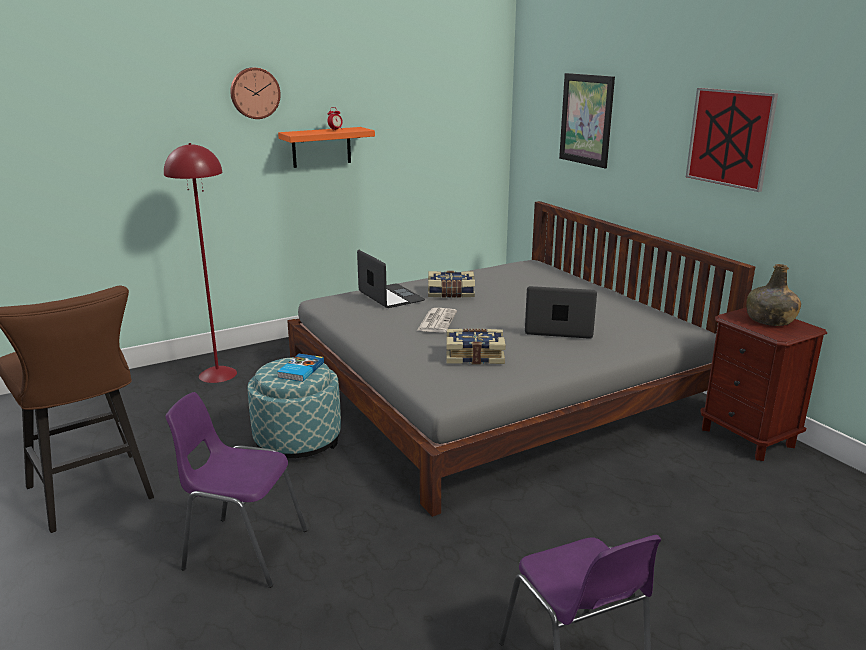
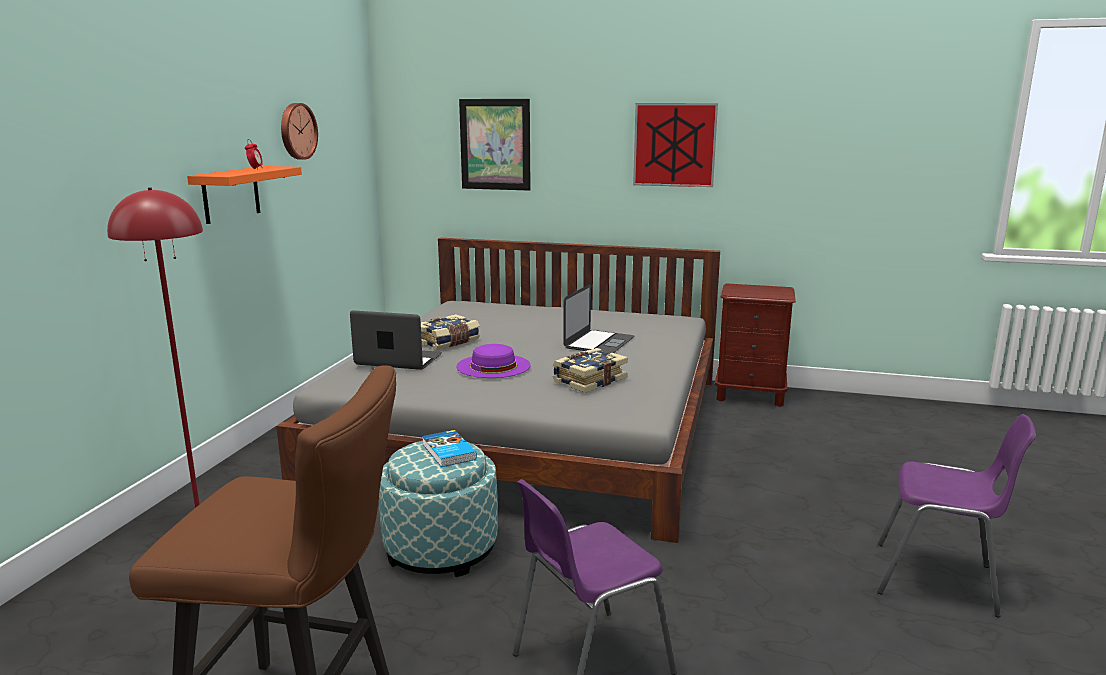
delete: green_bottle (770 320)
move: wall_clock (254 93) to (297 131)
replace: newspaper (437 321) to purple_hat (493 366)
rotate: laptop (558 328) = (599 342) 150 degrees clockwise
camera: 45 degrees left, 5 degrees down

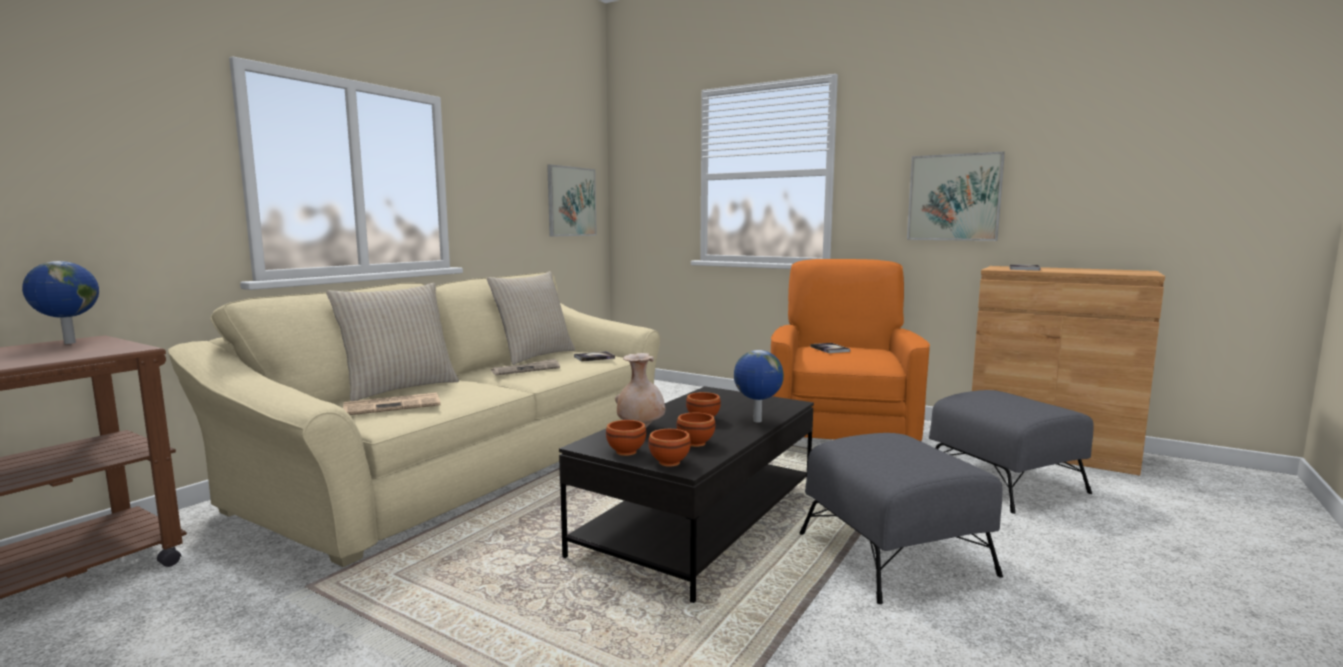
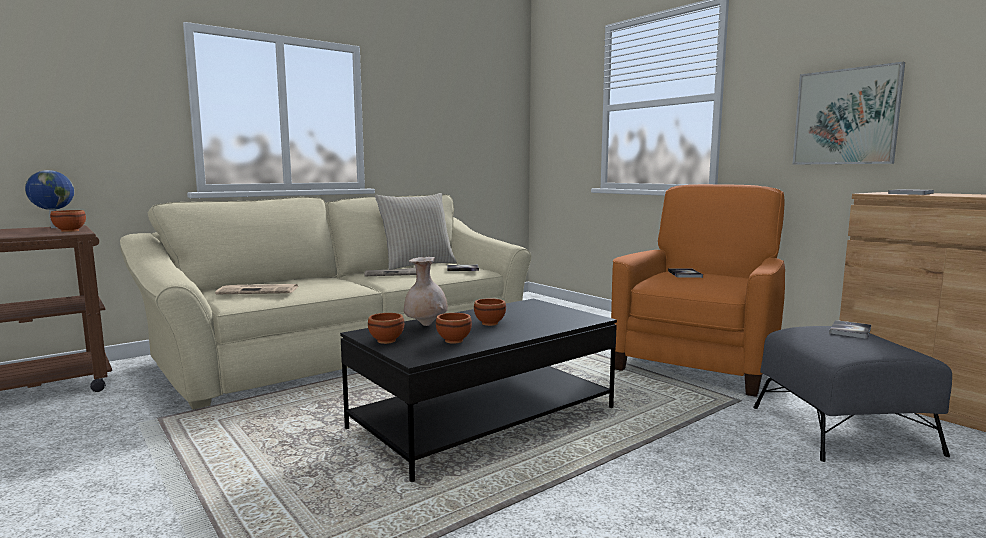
delete: picture (571 201); beige_pillow (399 388); globe (757 421); grey_ottoman (894 554)
insert: book (850 330)
move: brown_bowl (668 462) to (69 231)
camera: 20 degrees right, 0 degrees up

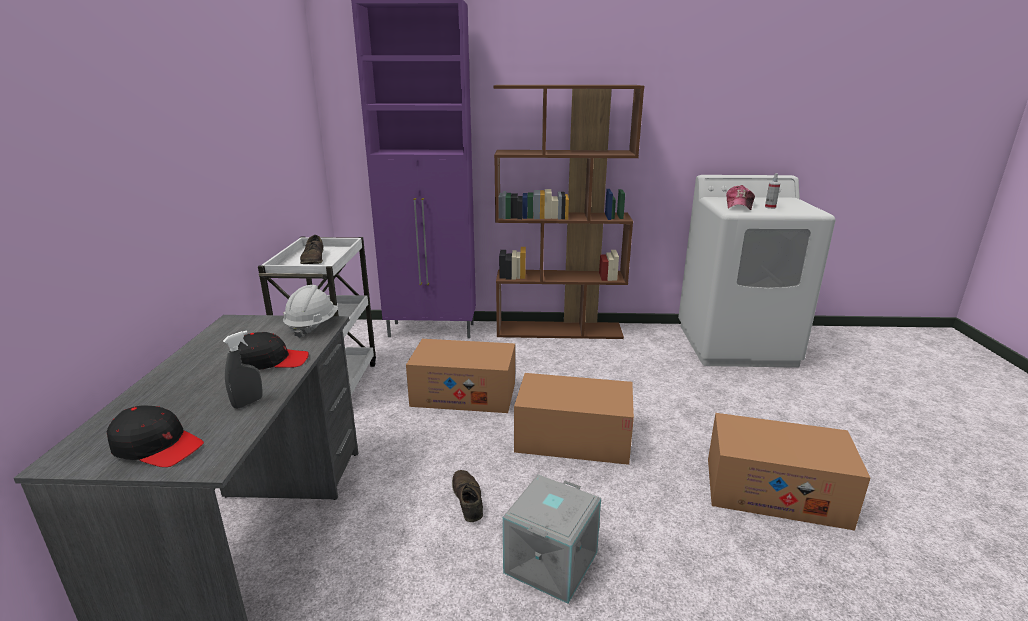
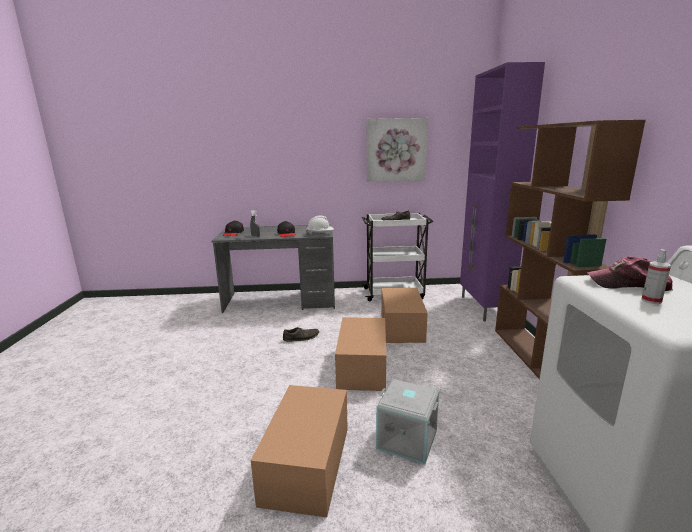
insert: picture (396 150)
move: grey_storage_box (549 561) to (408 438)
camera: 85 degrees right, 5 degrees down

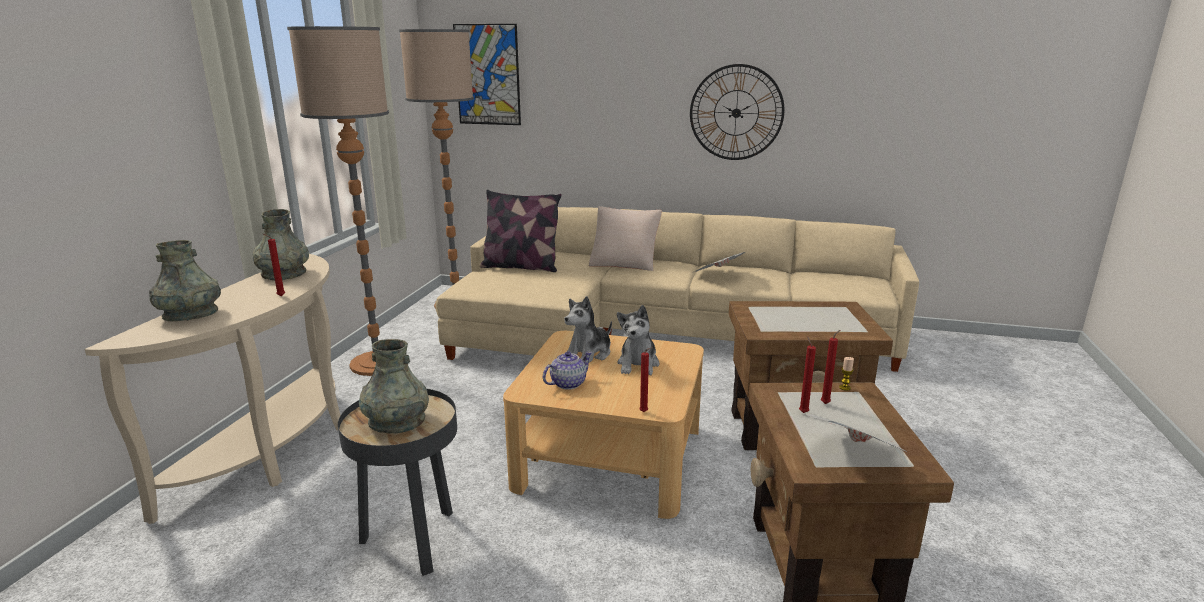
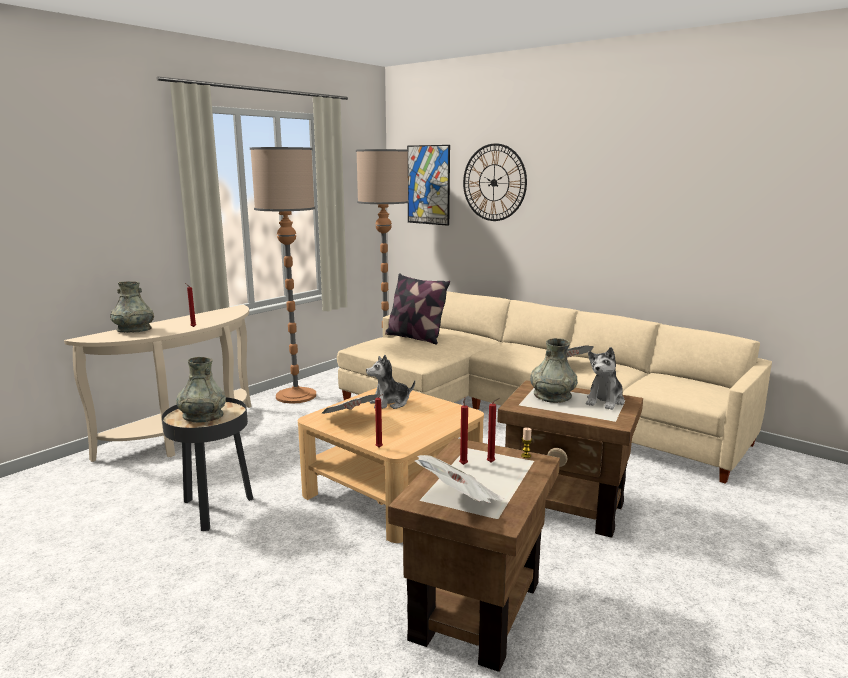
delete: beige_pillow (625 263)
move: wall_clock (736 113) to (494 182); grey_vase (284 273) to (552 395); plush_toy (638 364) to (605 401)
replace: teapot (567 384) to newspaper (350 419)
camera: 25 degrees right, 5 degrees down

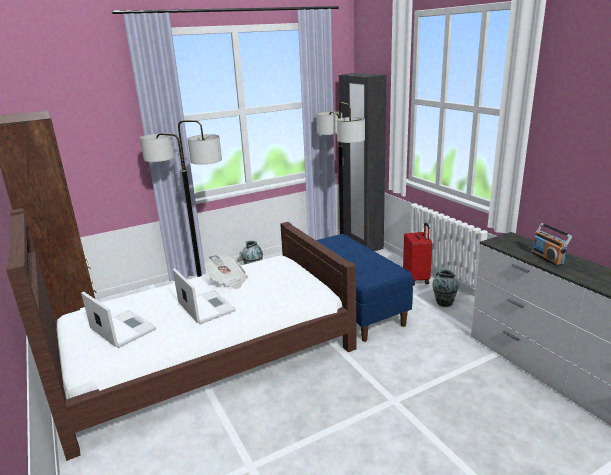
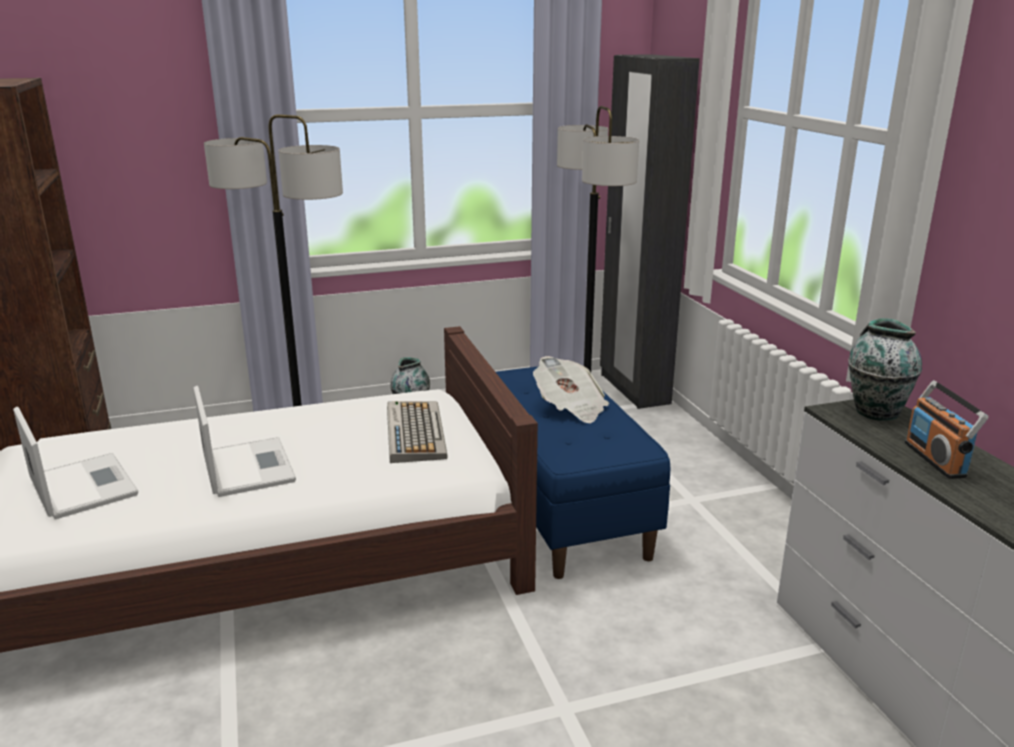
delete: red_suitcase (417 279)
insert: keyboard (414 432)
move: newspaper (227 281) to (570 408); vase (443 302) to (875 411)
camera: 10 degrees right, 0 degrees up

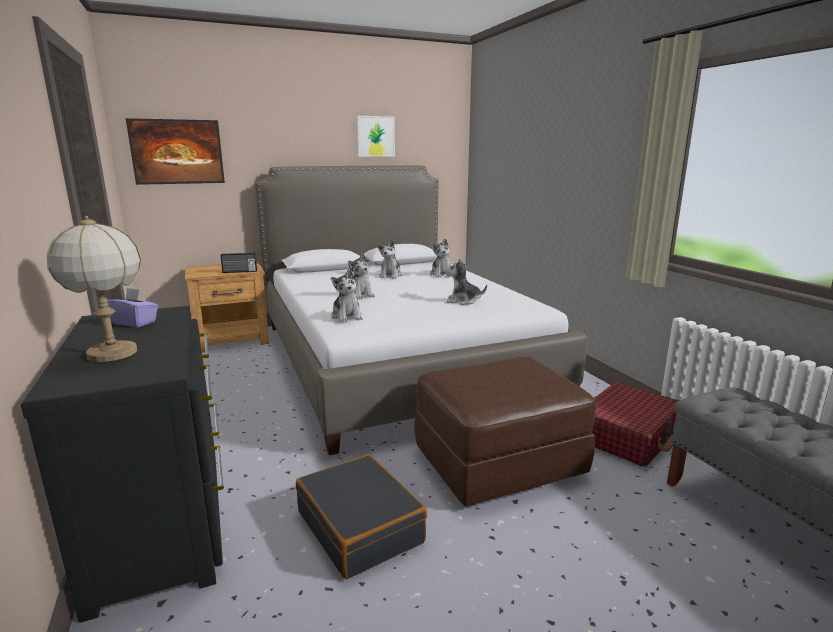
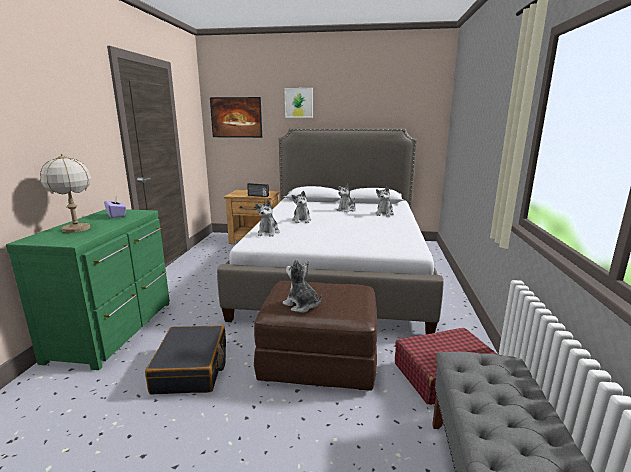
move: picture (375 136) to (299 103); plush_toy (463 301) to (302 305)
recolor: black_dresser (165 520) to green_dresser (116 330)
camera: 30 degrees right, 0 degrees up

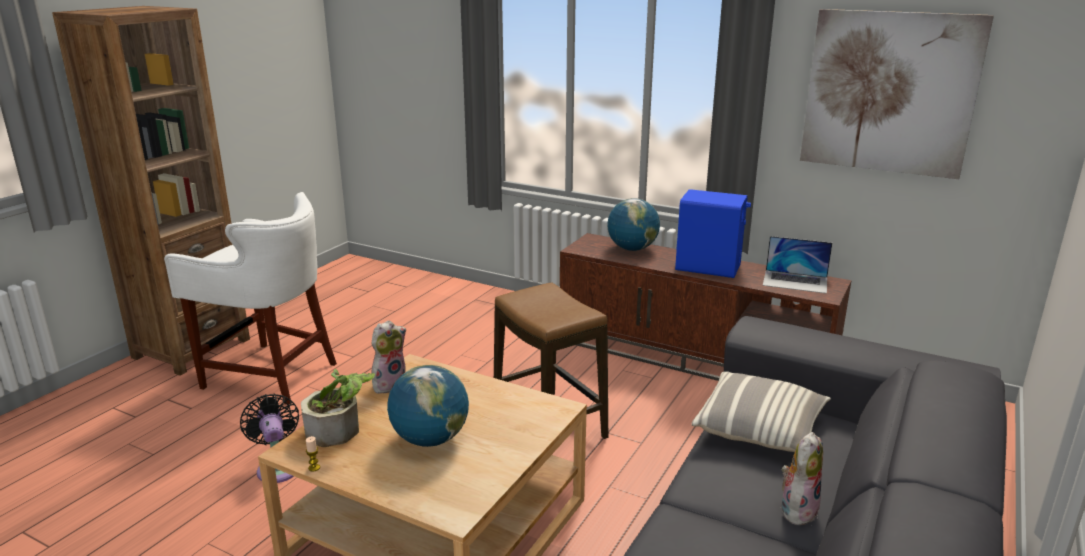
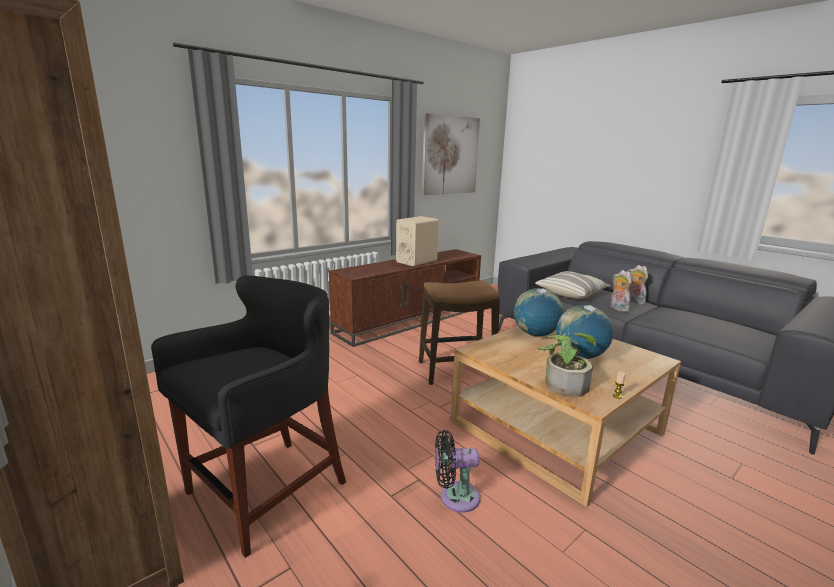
delete: laptop (795 281)
move: globe (632 249) to (535 334); plush_toy (389 384) to (617 308)
recolor: blue_speaker (708 267) to beige_speaker (416 261); white_stool (270 374) to black_stool (266 491)
camera: 70 degrees left, 5 degrees down

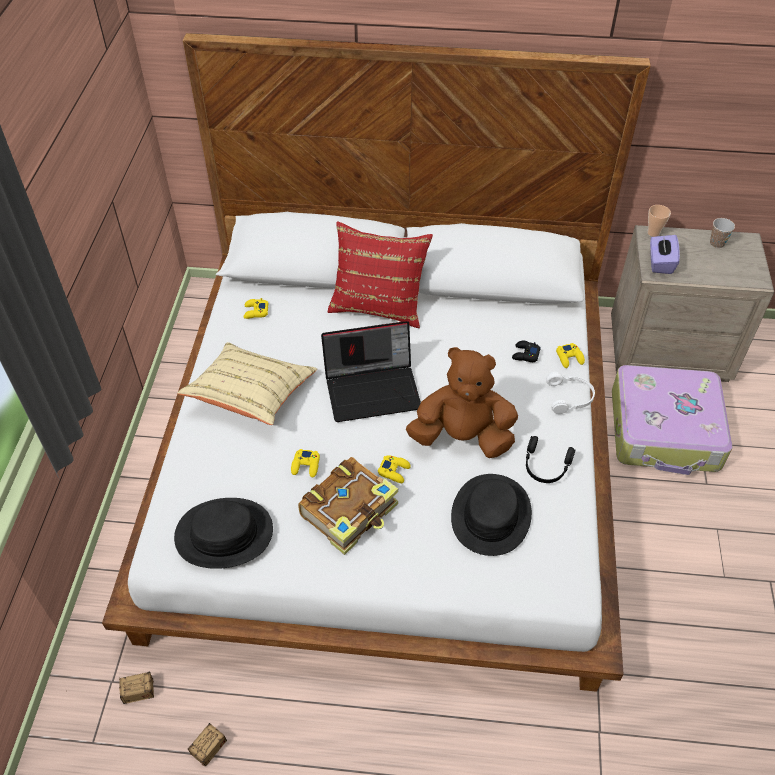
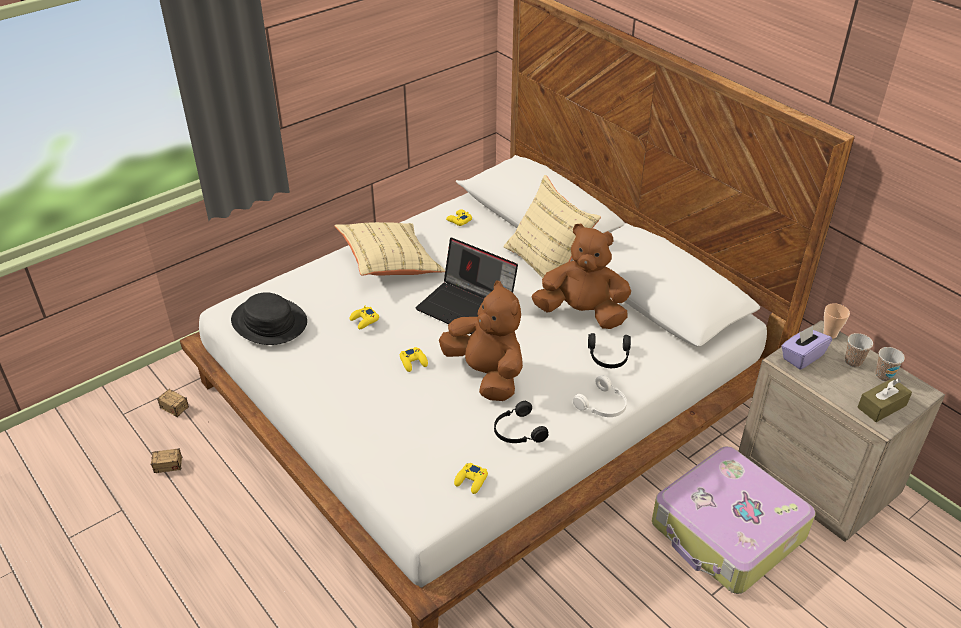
delete: book (350 511); black_hat (490 515)
insert: brown_plush_toy (582 313); cup (853 362); brown_tissue_box (881 406)
move: yellow_game_controller (569 358) to (471 481)
replace: black_game_controller (525 354) to black_headphones (608 357)
recolor: red_pillow (379 303) to beige_pillow (547 263)
camera: 45 degrees right, 10 degrees down

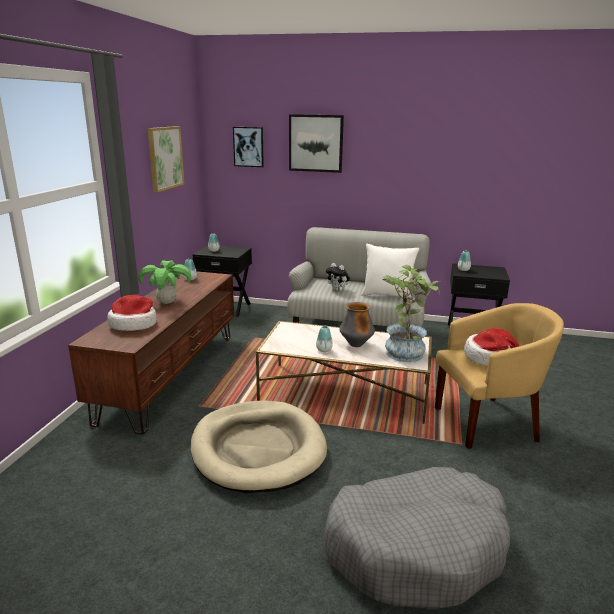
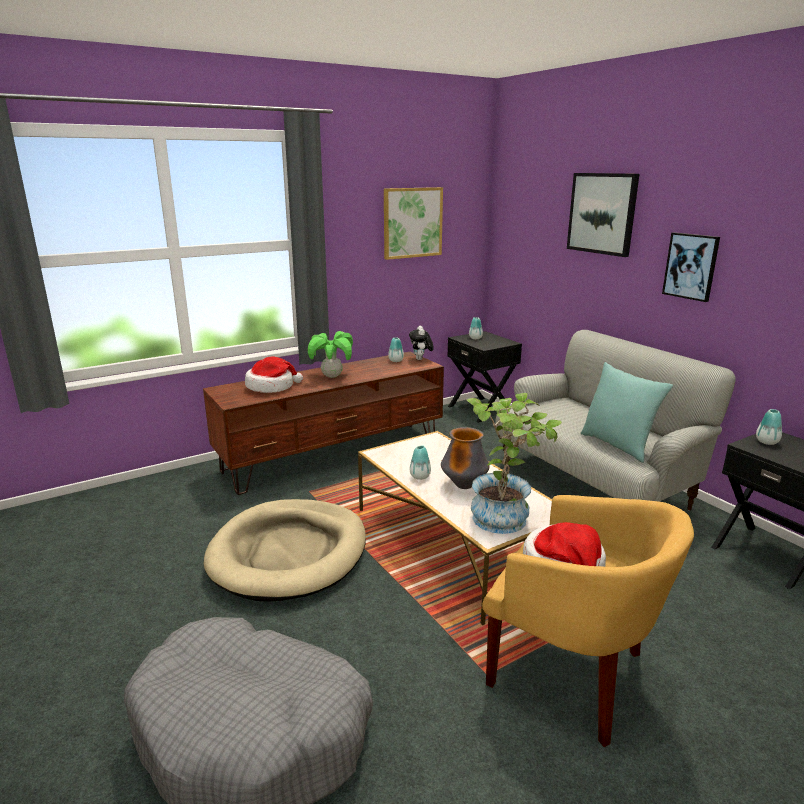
move: picture (248 146) to (691 266); plush_toy (337 290) to (421 359)
recolor: white_pillow (388 295) to turquoise_pillow (618 445)
camera: 45 degrees right, 0 degrees up

